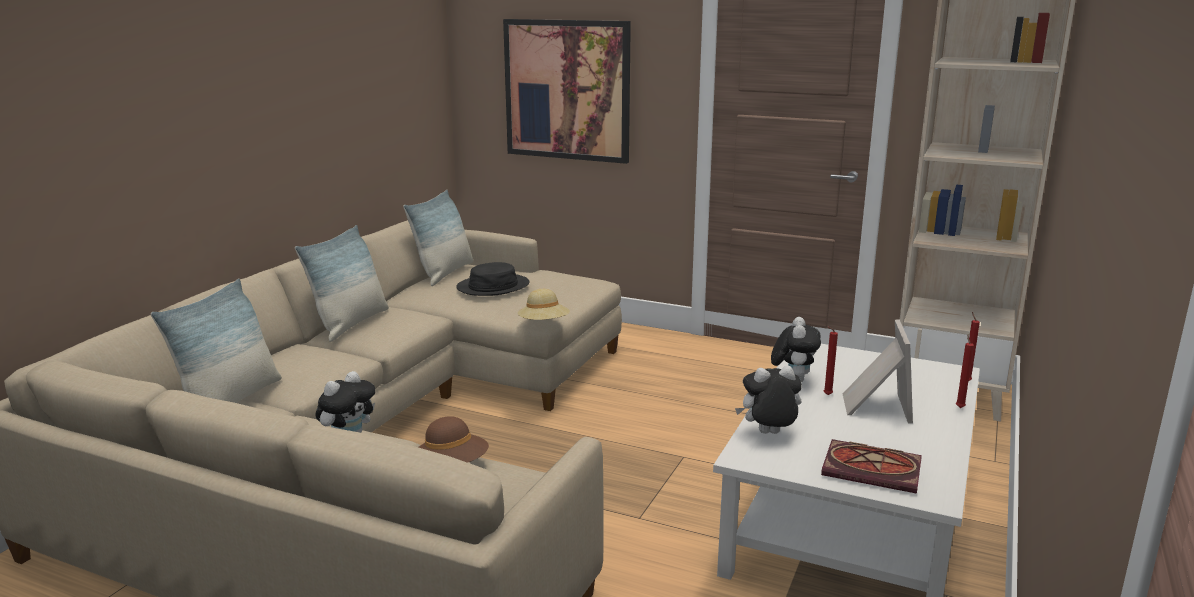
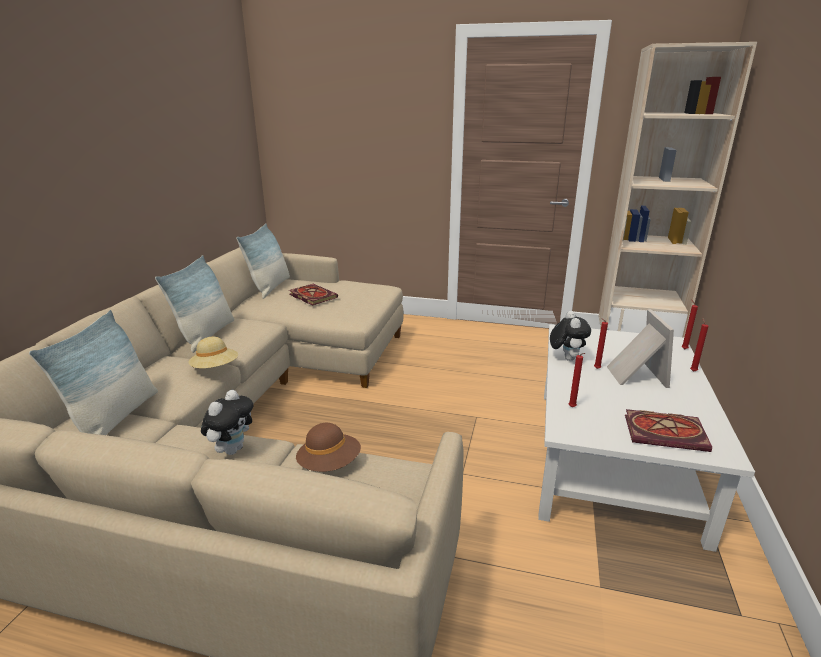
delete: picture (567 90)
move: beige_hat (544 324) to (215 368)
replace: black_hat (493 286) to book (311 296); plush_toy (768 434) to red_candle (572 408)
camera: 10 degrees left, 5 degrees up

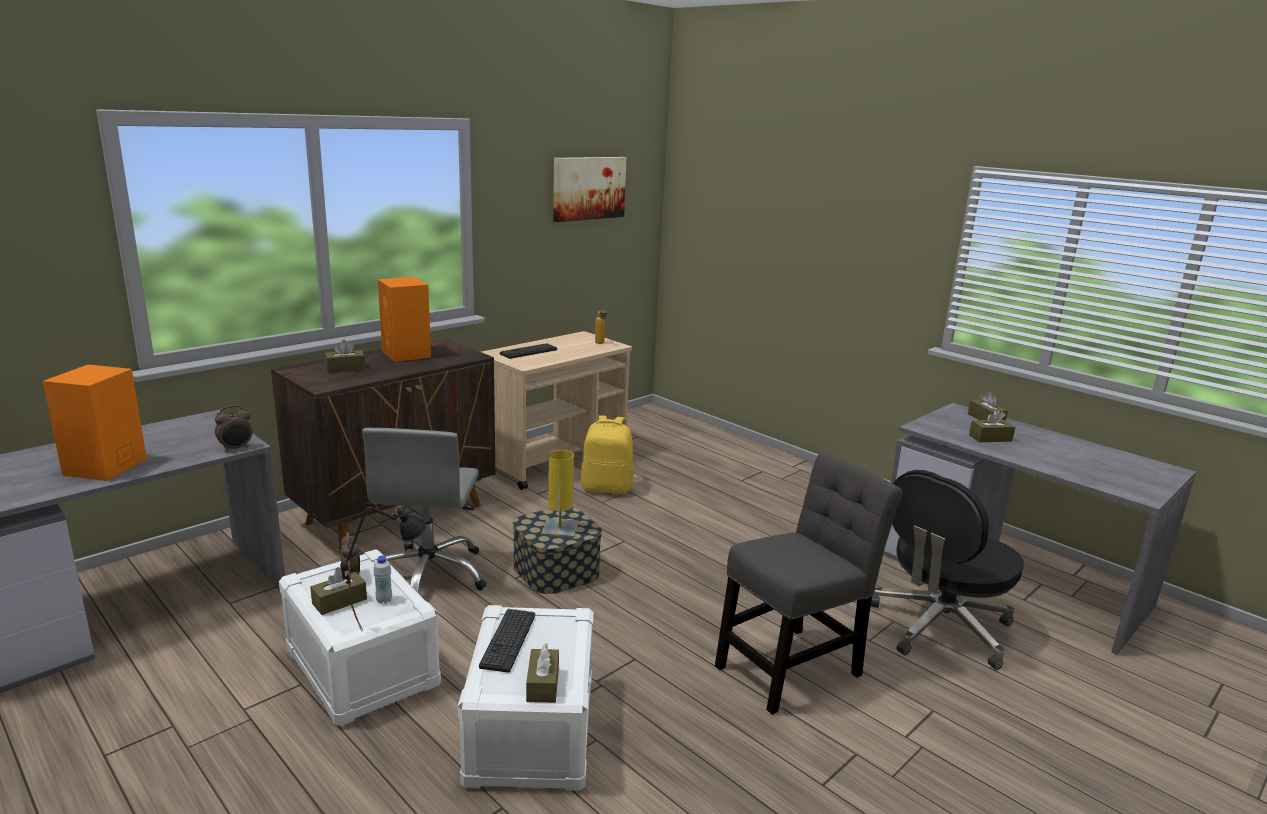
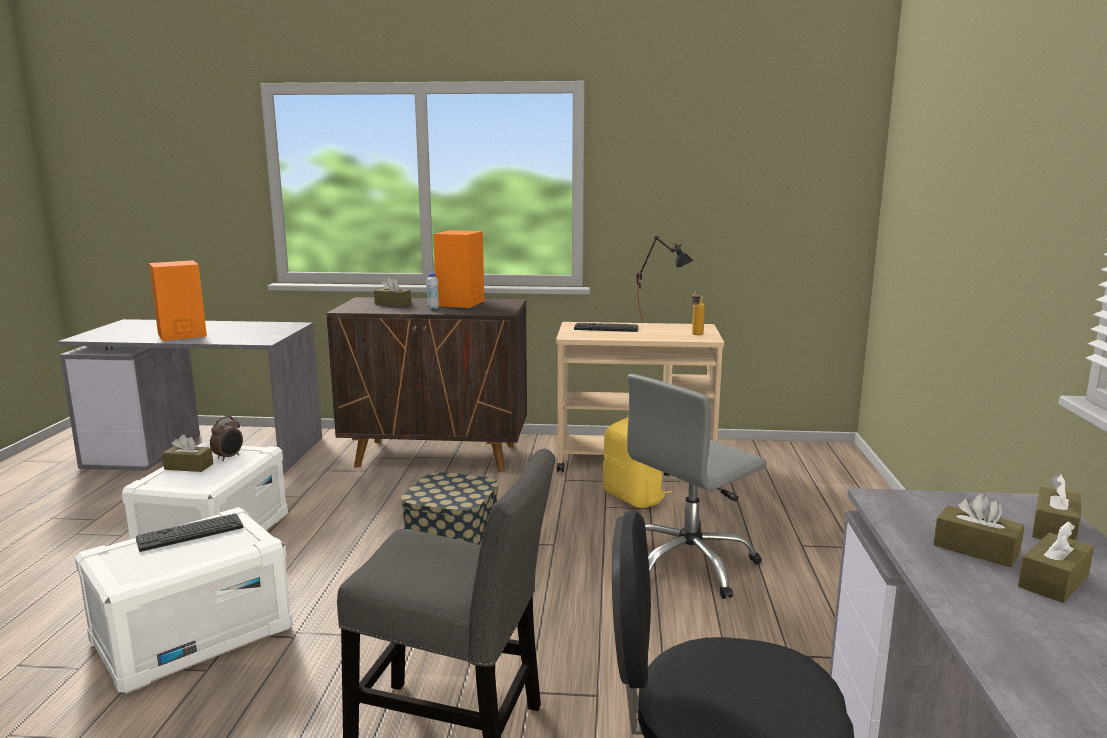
delete: picture (588 188); alarm_clock (236 448); yellow_table_lamp (560 529)
move: grey_office_chair (429 575) to (689 564); black_table_lamp (388 617) to (662 323); white_bottle (384 600) to (433 308); brown_tissue_box (543 684) to (1053 581)
camera: 50 degrees right, 5 degrees down

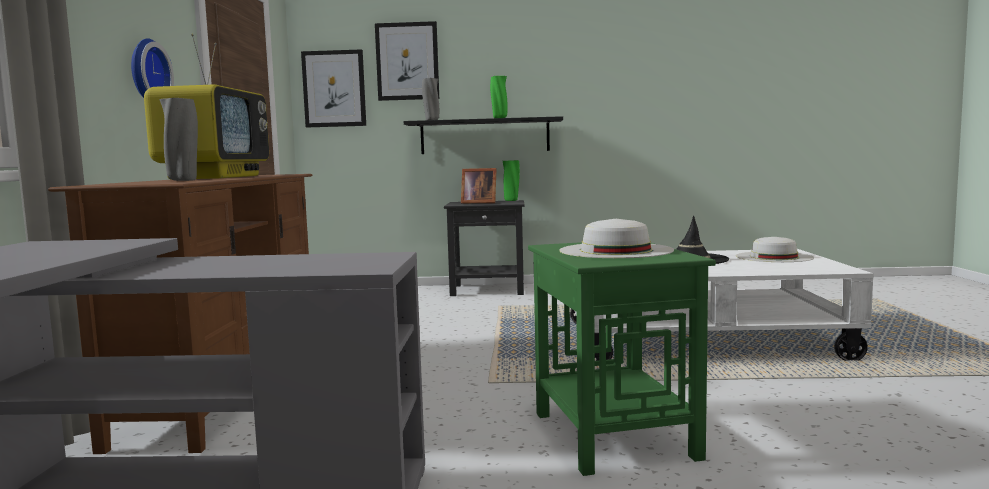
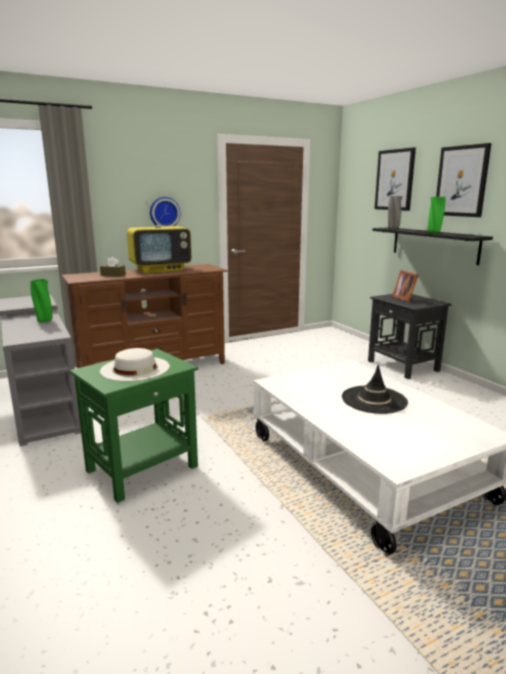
delete: white_hat (774 257)
move: picture (334 89) to (462 181); green_vase (512 200) to (44 321)
replace: grey_vase (184 180) to brown_tissue_box (113 275)
camera: 60 degrees right, 10 degrees up

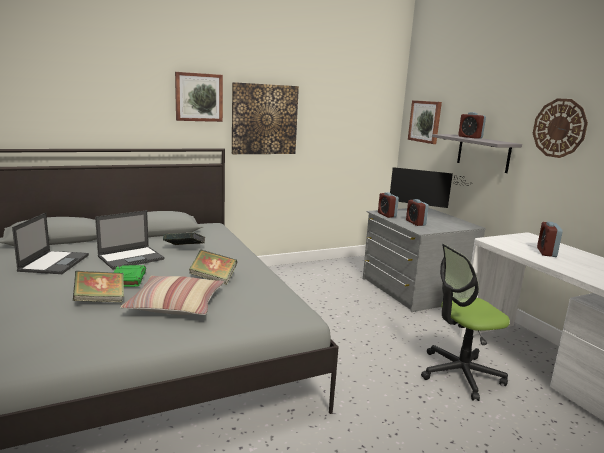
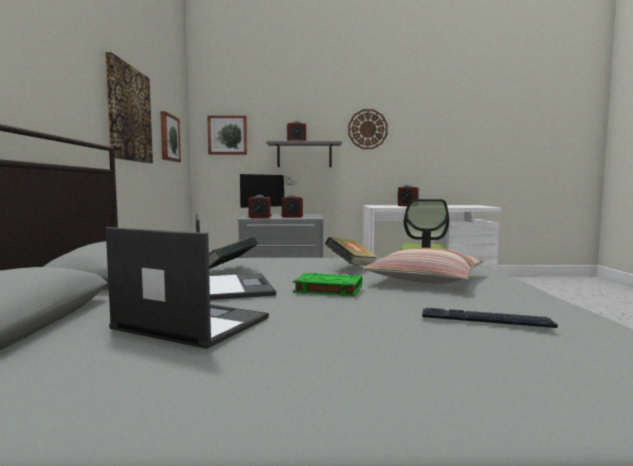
delete: book (100 300)
insert: keyboard (485 320)
move: picture (199 97) to (169 138)
camera: 65 degrees left, 10 degrees down

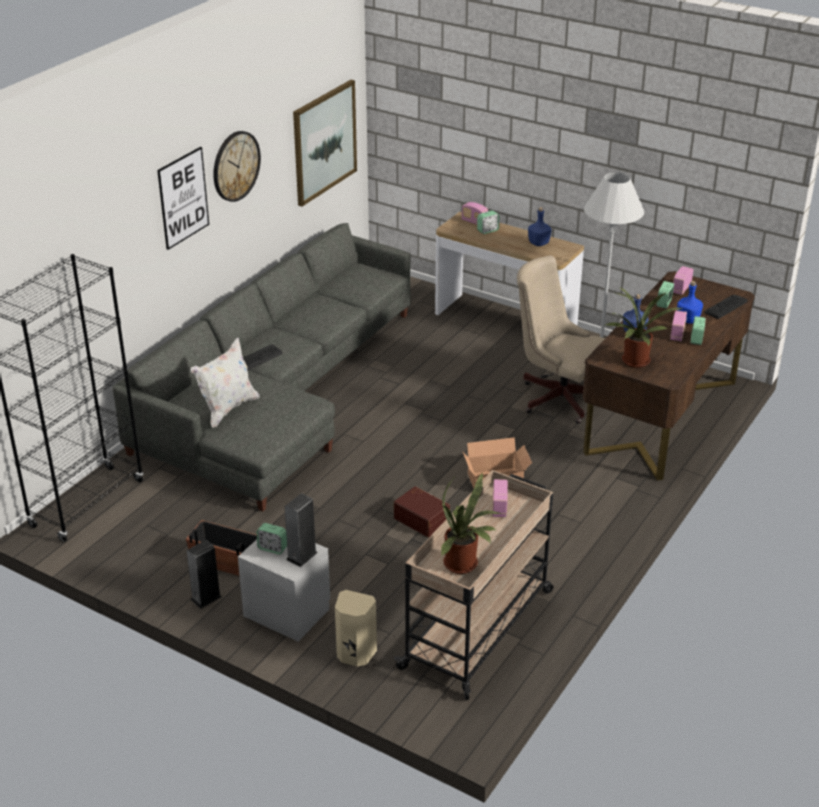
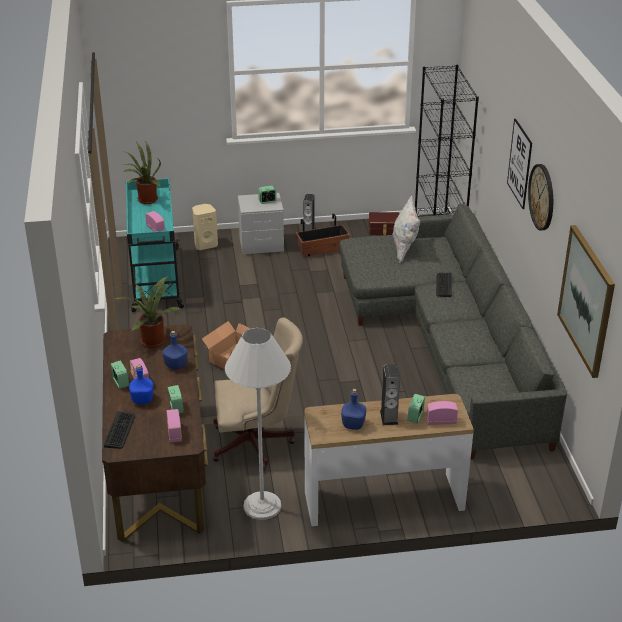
move: brown_storage_box (422 519) to (384 230); speaker (302 556) to (389 417)
recolor: beige_cart (478 627) to turquoise_cart (156 280)
camera: 140 degrees right, 0 degrees up

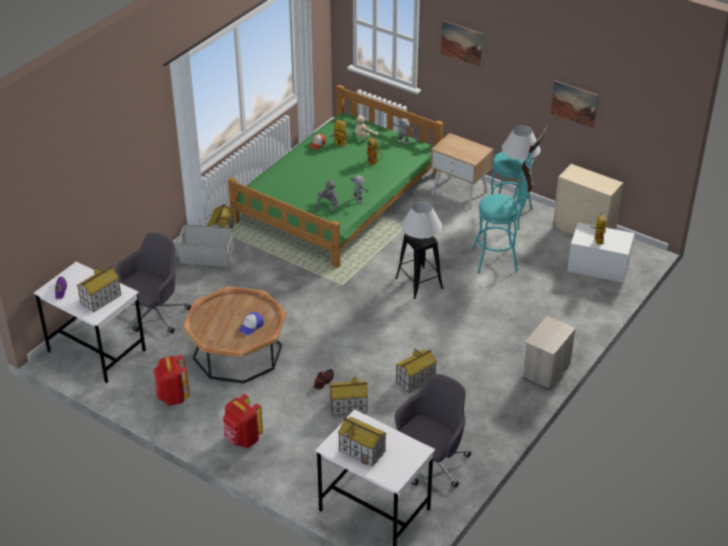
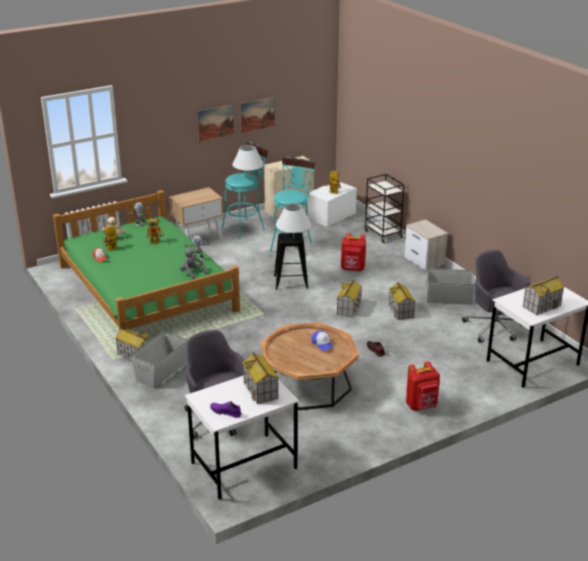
insert: black_cart (383 234); grey_storage_box (448 298)
move: picture (461 43) to (215 122); red_backpack (173 397) to (353 269); toy_house (348 406) to (349 308)
camera: 65 degrees left, 10 degrees down

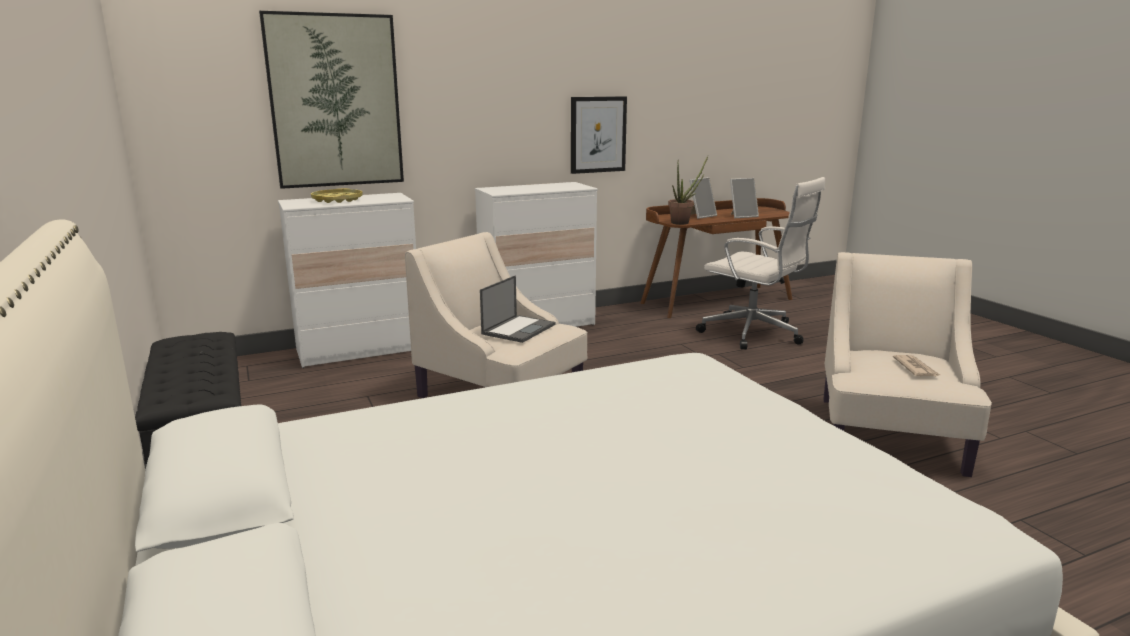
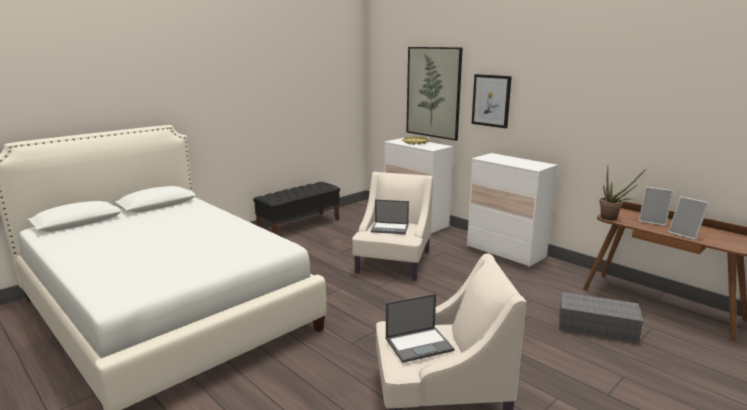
move: picture (598 134) to (491 100)
replace: white_office_chair (754 334) to grey_storage_box (595 327); newspaper (915 368) to laptop (419 344)
camera: 70 degrees right, 0 degrees up

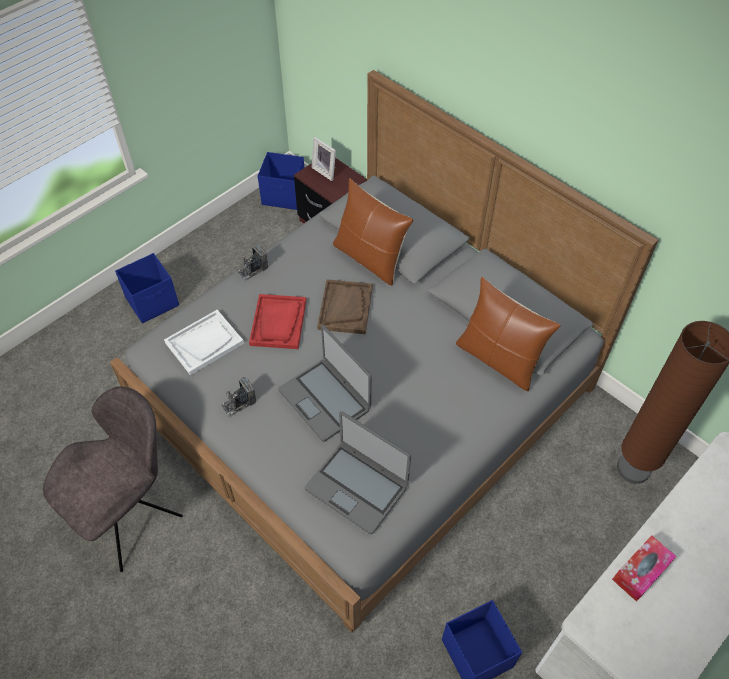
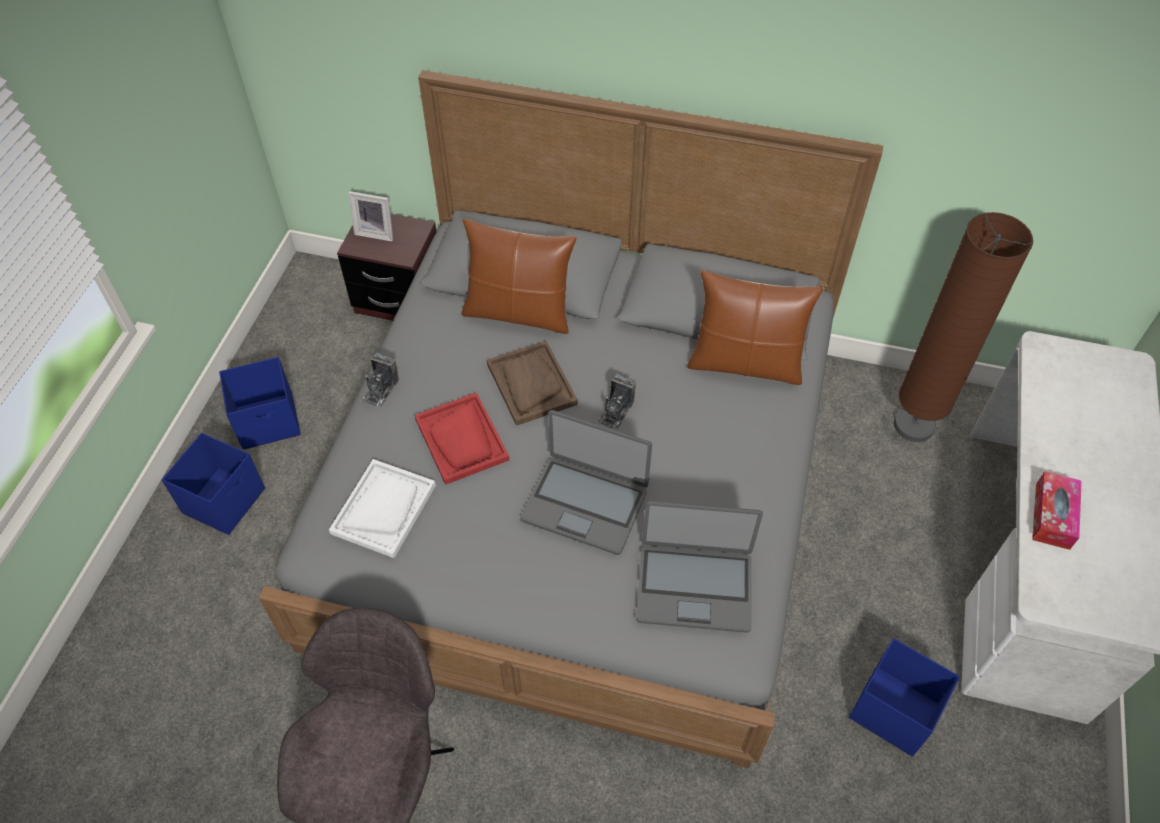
move: blue_storage_box (284 196) to (269 422); photo_camera (238 403) to (615 411)
camera: 30 degrees left, 0 degrees up

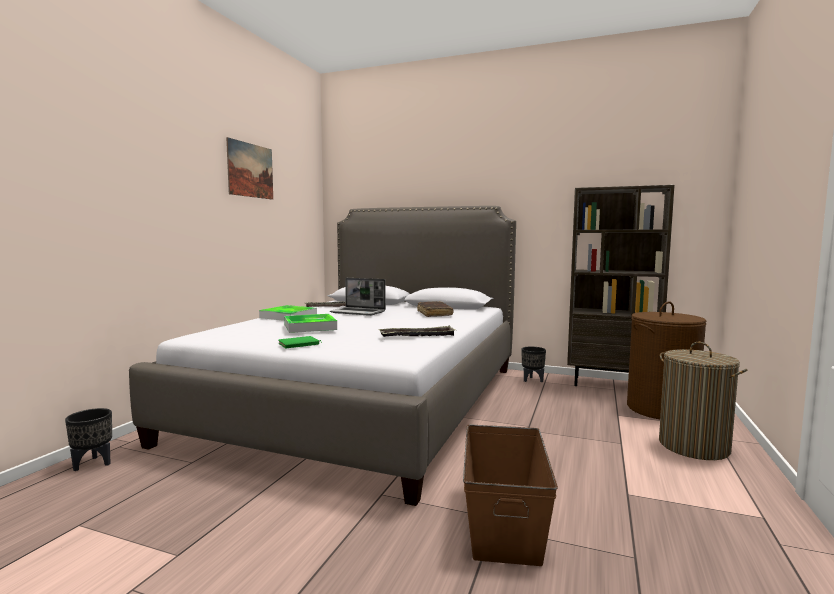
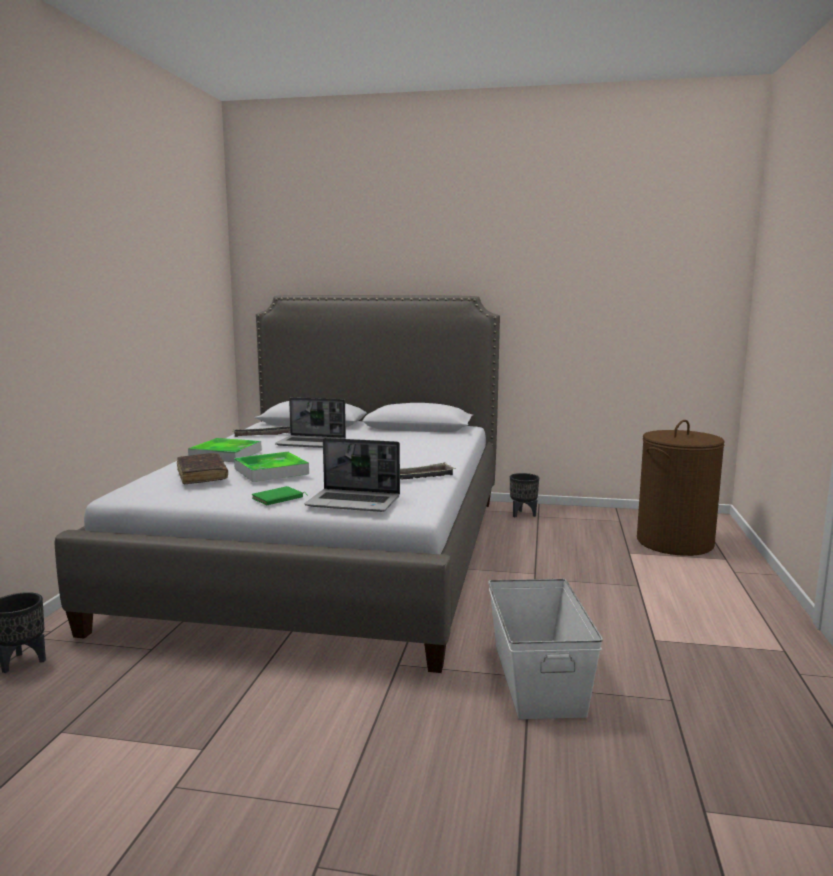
delete: picture (250 170); brown_bookcase (611 384); laundry_basket (694 446)
insert: laptop (355 502)
move: brown_book (434 314) to (202 475)
recolor: brown_storage_box (503 520) to white_storage_box (536 678)
camera: 10 degrees left, 5 degrees up

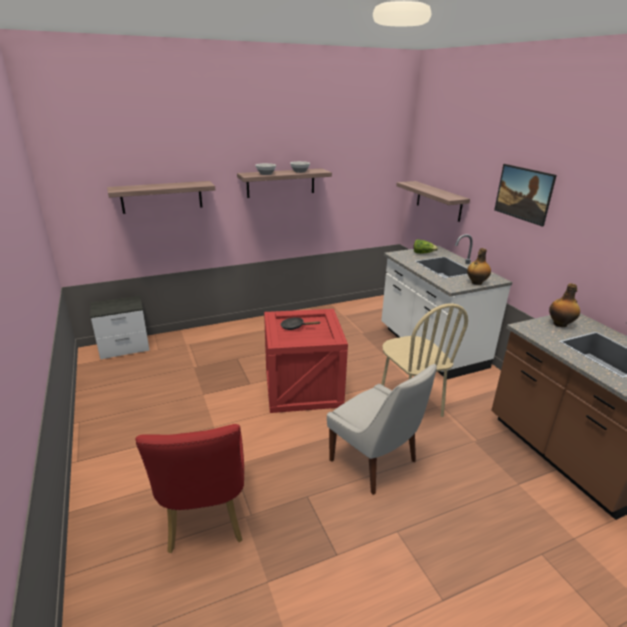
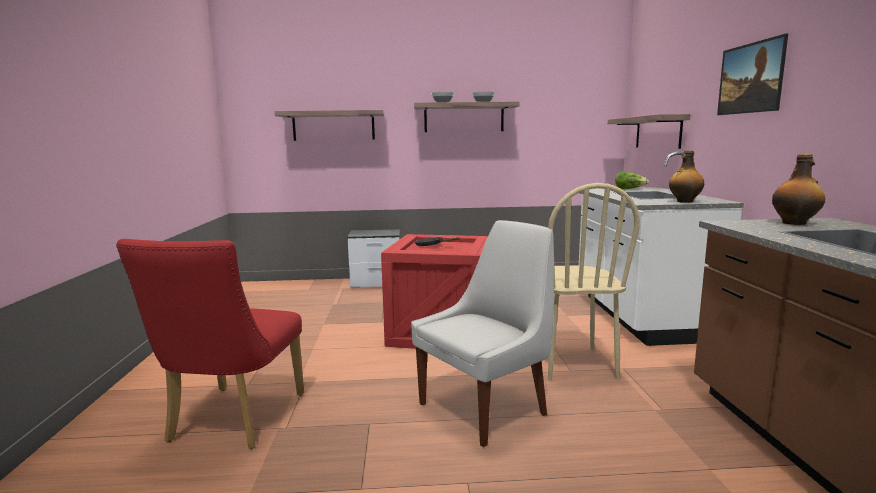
move: nightstand (125 348) to (377 283)
rotate: white_chair (375 462) = (486 407) 105 degrees counterclockwise
camera: 20 degrees right, 15 degrees down

